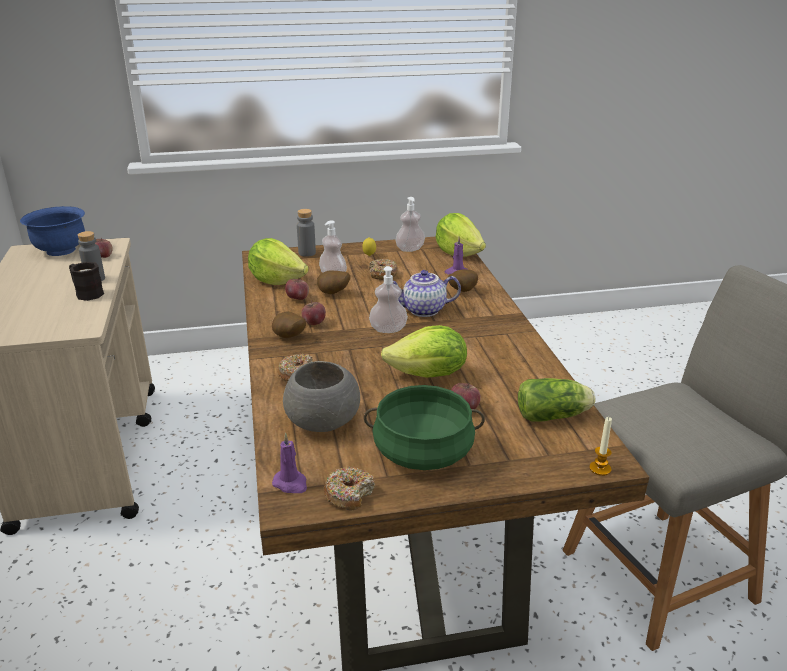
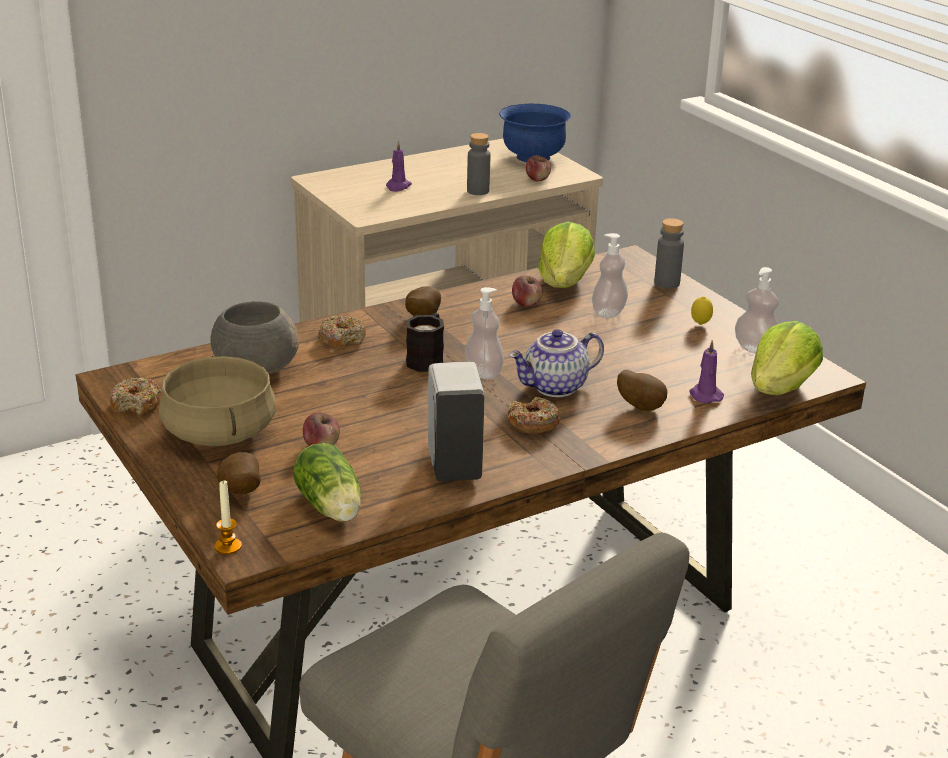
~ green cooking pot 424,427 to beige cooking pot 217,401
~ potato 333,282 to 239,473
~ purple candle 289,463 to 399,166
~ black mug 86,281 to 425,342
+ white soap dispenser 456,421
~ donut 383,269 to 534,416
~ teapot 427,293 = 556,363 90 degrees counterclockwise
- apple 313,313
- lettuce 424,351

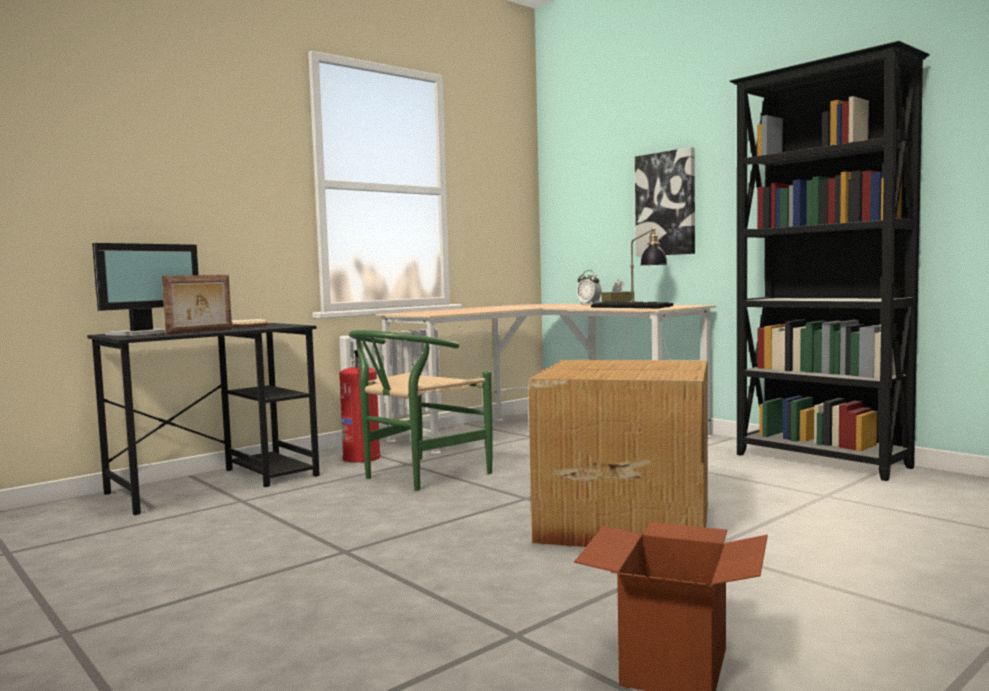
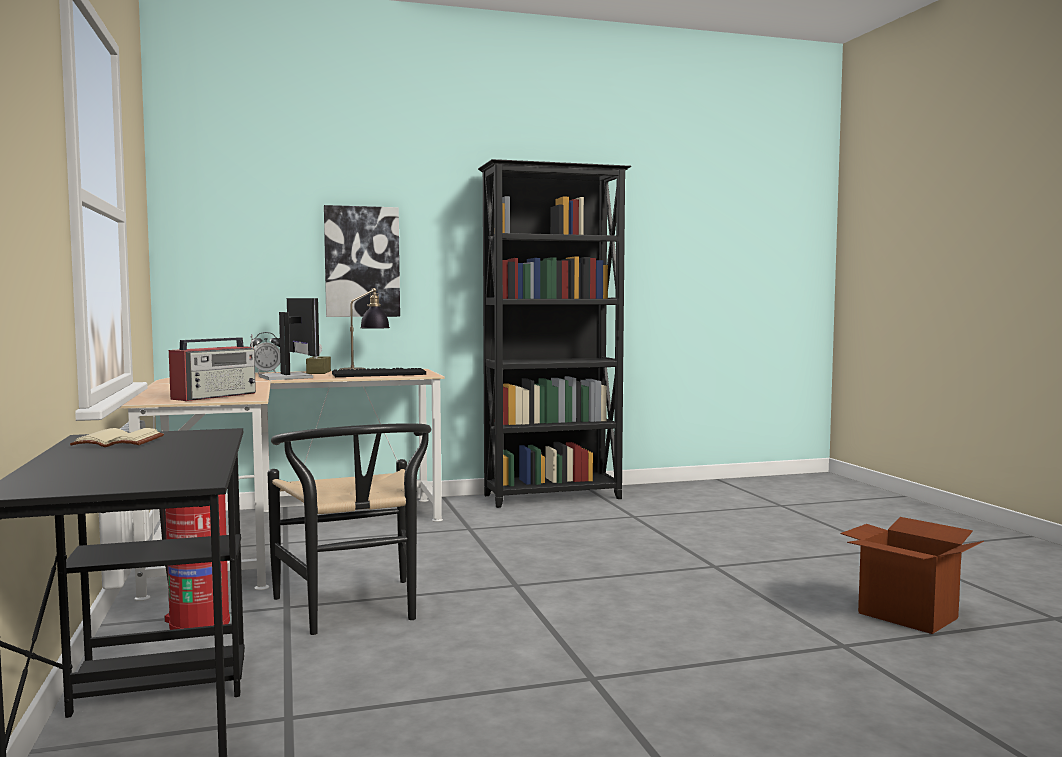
+ radio 212,367
~ monitor 145,289 to 288,339
~ green chair 421,410 to black chair 349,529
- picture frame 197,305
- cardboard box 618,453

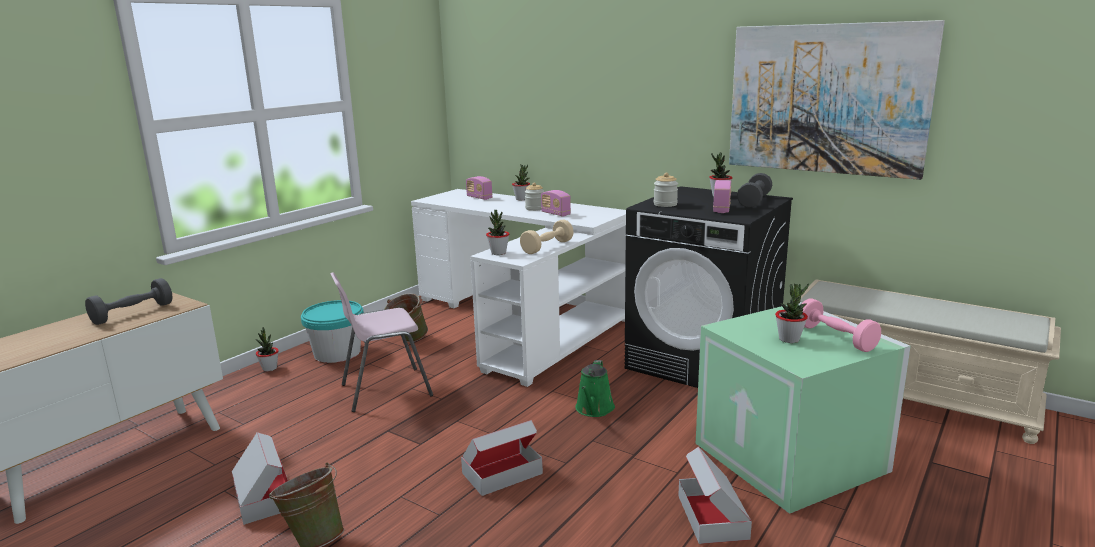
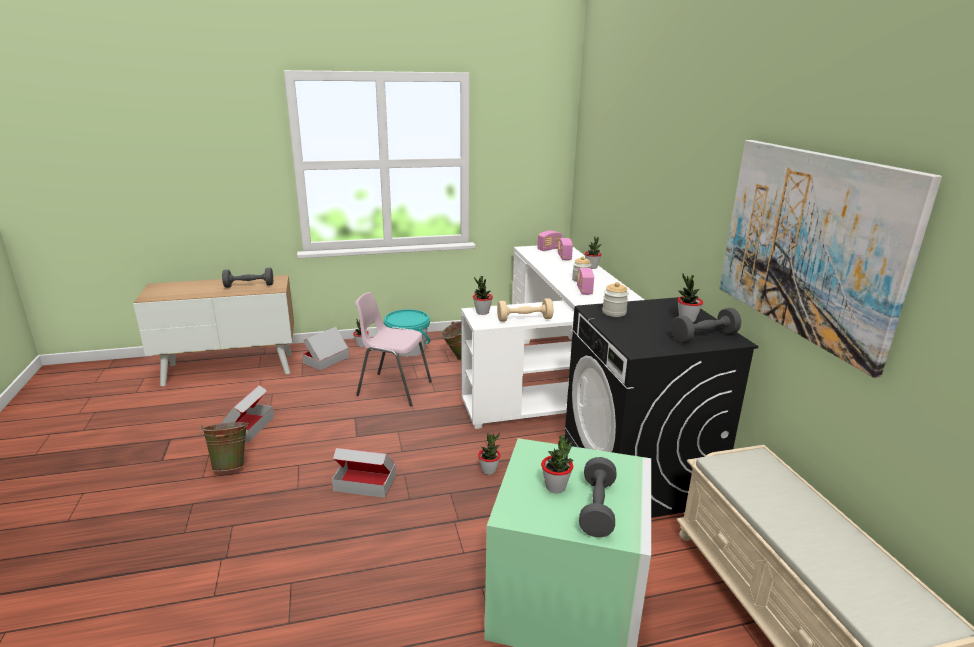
~ cardboard box 715,495 to 326,349
~ green watering can 595,388 to potted plant 489,454
~ radio 722,196 to 549,241
~ pink dumbbell 841,325 to grey dumbbell 597,497

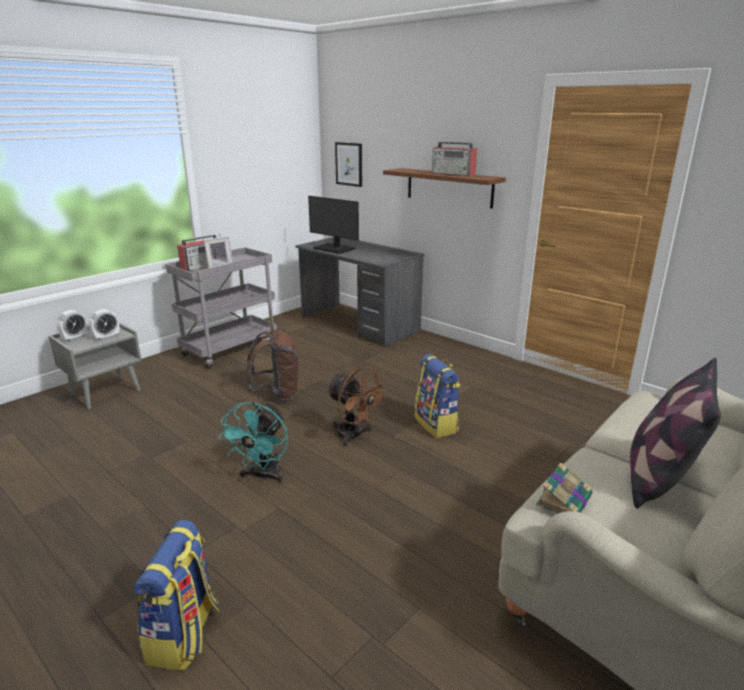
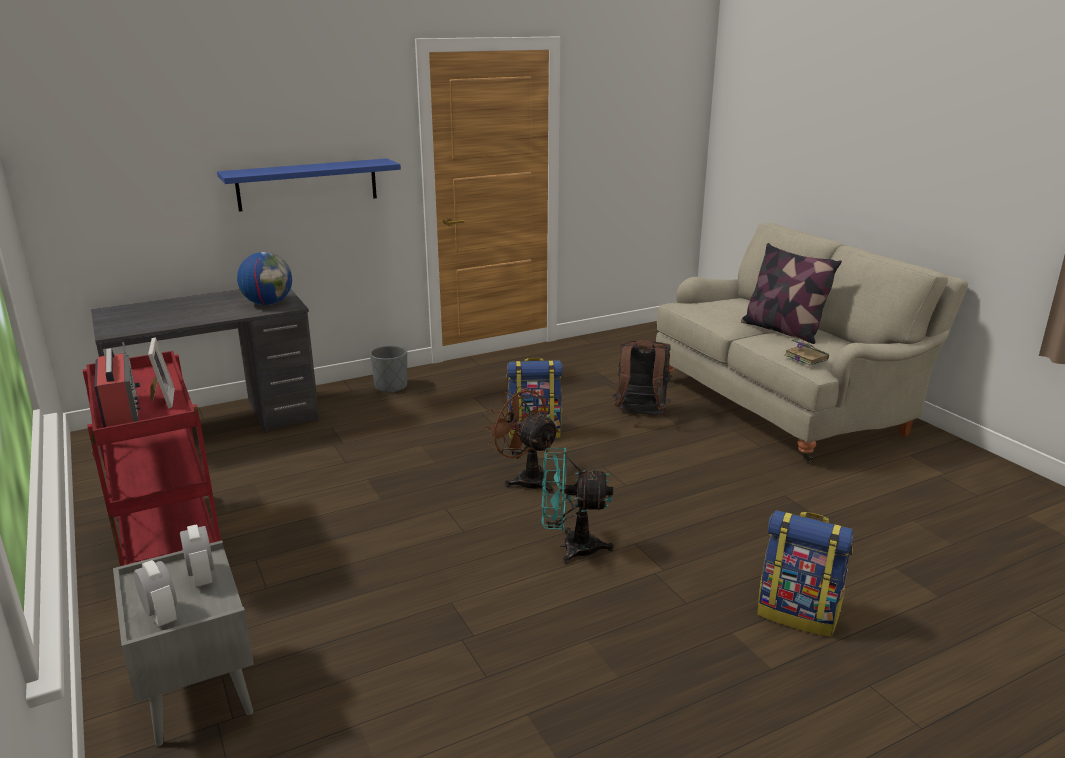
~ grey cart 221,308 to red cart 152,458
~ brown shelf 444,188 to blue shelf 309,185
+ globe 264,278
+ grey planter 388,369
~ brown fan 357,406 = 521,440 105 degrees counterclockwise
~ turquoise fan 253,442 = 577,506 150 degrees clockwise
~ brown backpack 273,366 to 641,377
- monitor 333,225
- picture 348,164
- radio 454,158

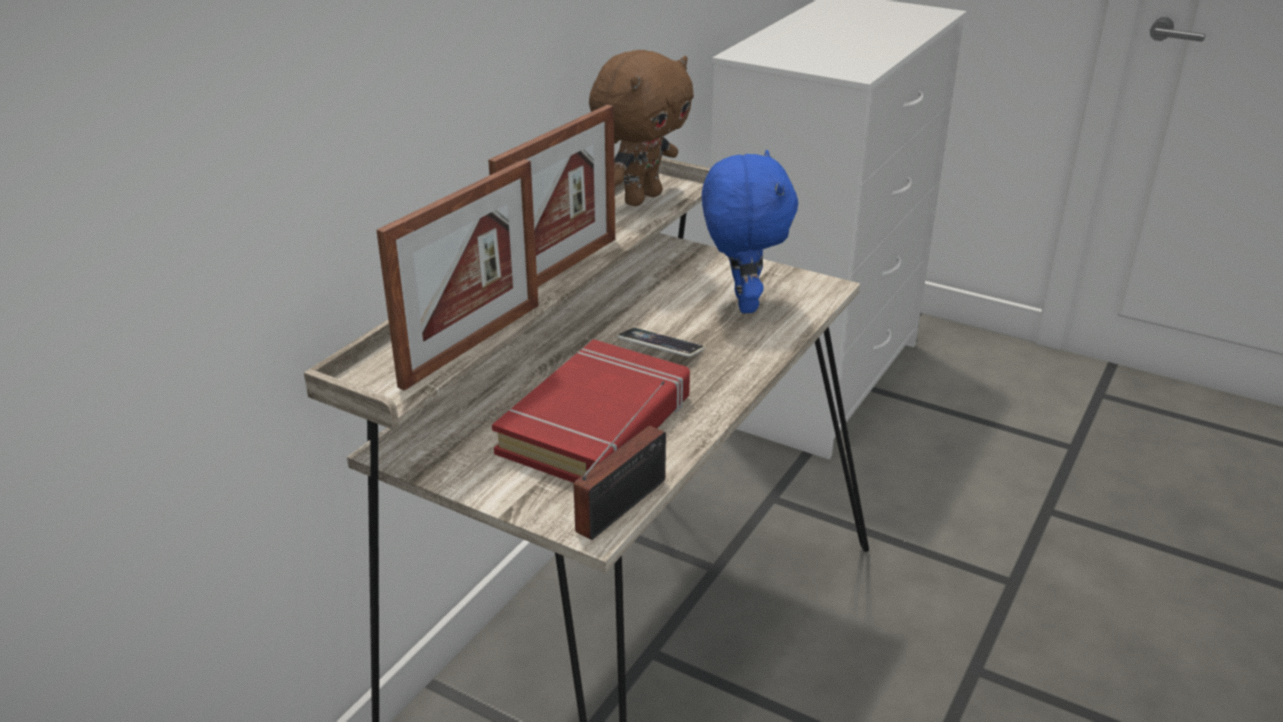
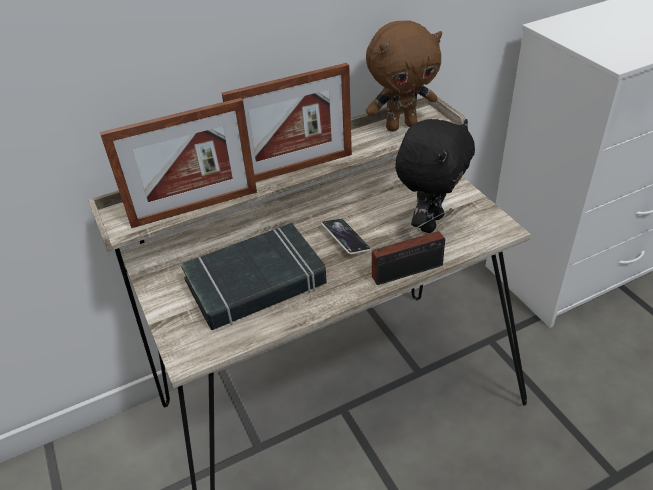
~ red book 591,411 to black book 254,276
~ radio 619,460 to 412,246
~ blue plush toy 750,231 to black plush toy 435,176

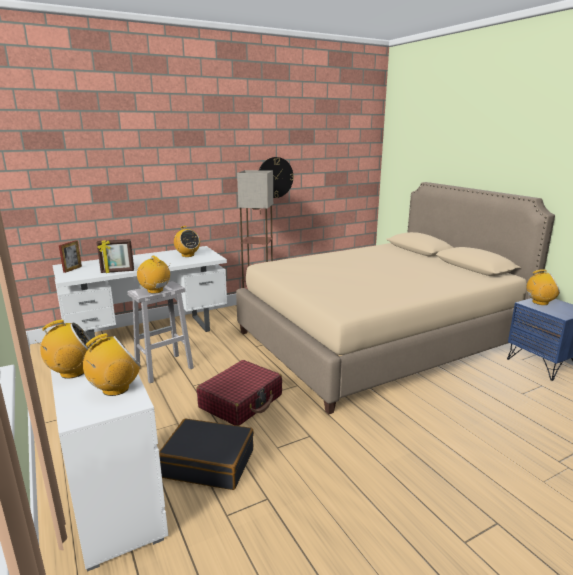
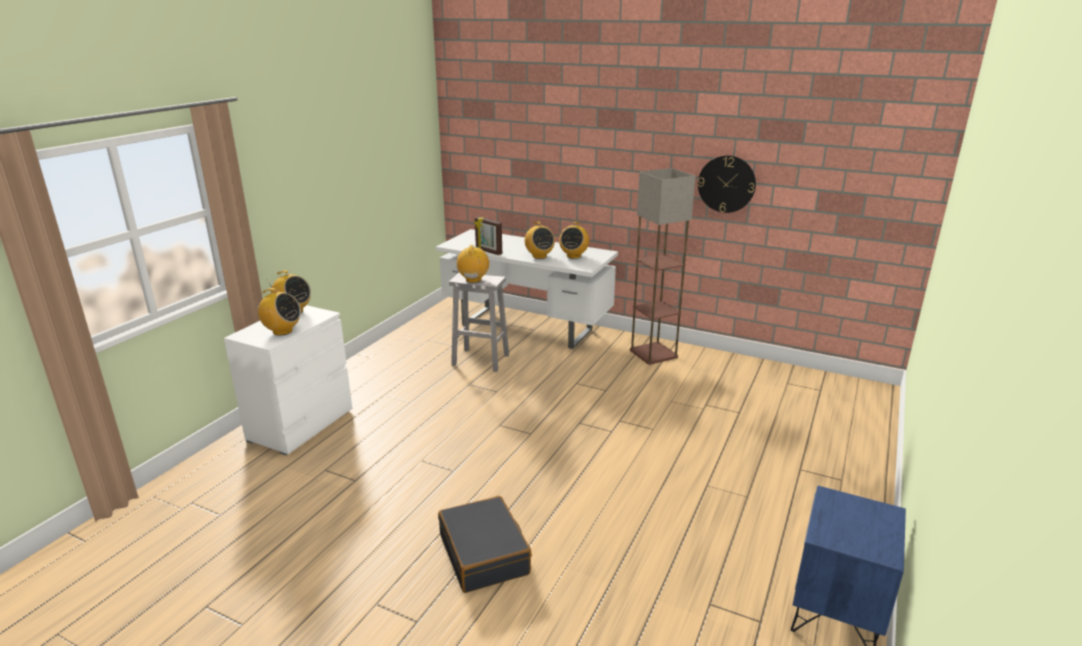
~ black suitcase 206,454 to 485,544
~ radio 543,287 to 540,240
- picture frame 70,256
- red suitcase 239,393
- beige bed 395,298

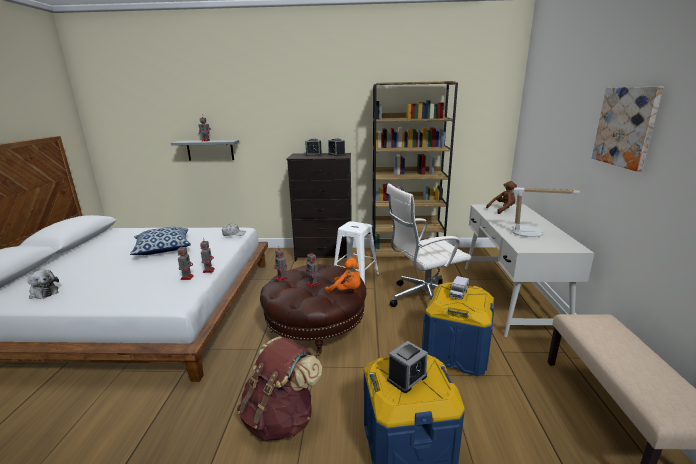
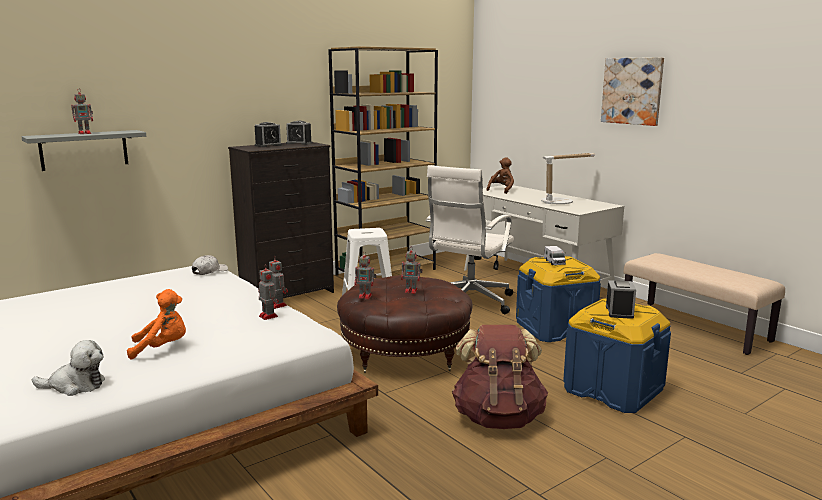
~ orange plush toy 343,276 to 156,324
- pillow 160,241

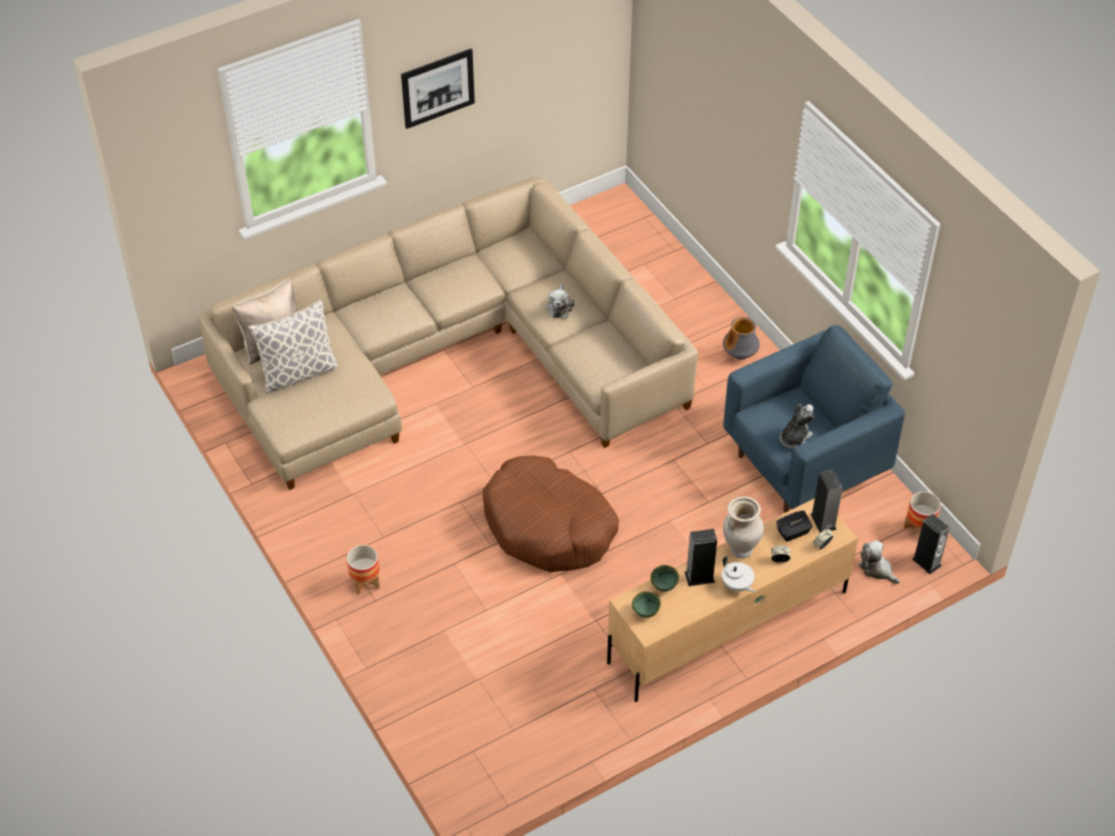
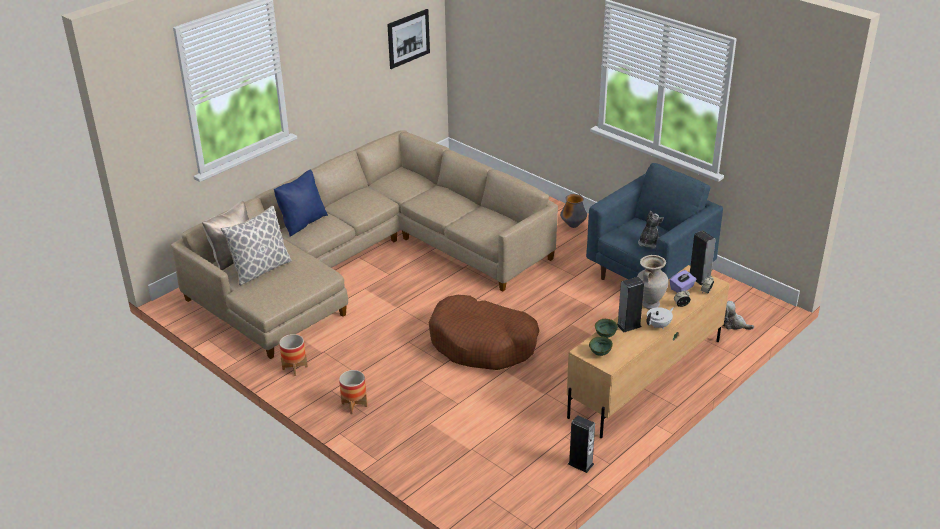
+ blue pillow 301,203
~ planter 922,515 to 293,355
~ picture 438,89 to 408,39
~ speaker 931,544 to 581,444
~ white teapot 738,574 = 660,318 75 degrees counterclockwise
~ black tissue box 794,526 to purple tissue box 683,281
- plush toy 560,301

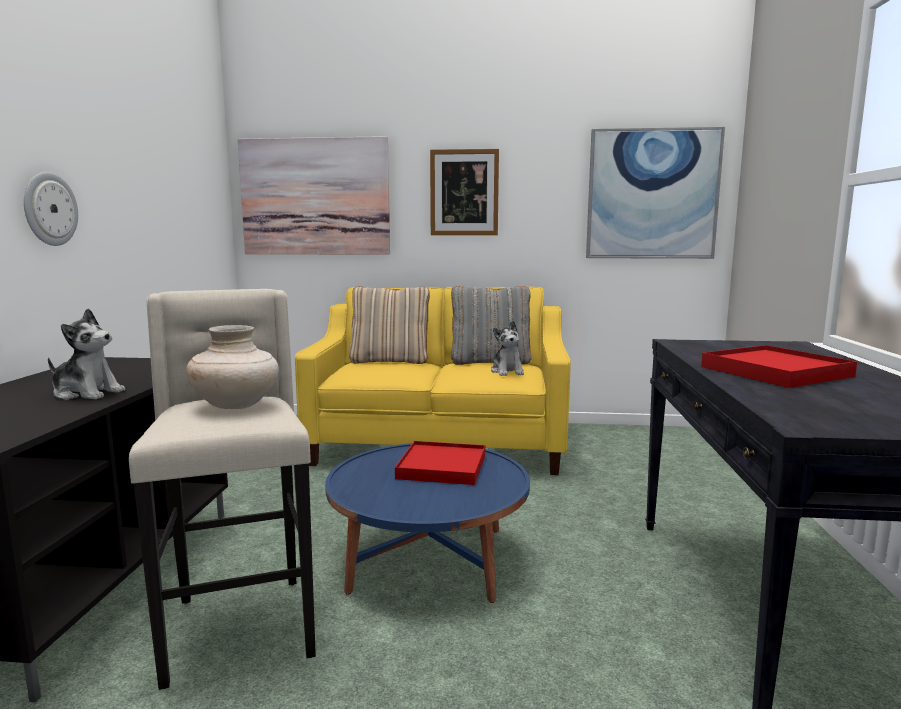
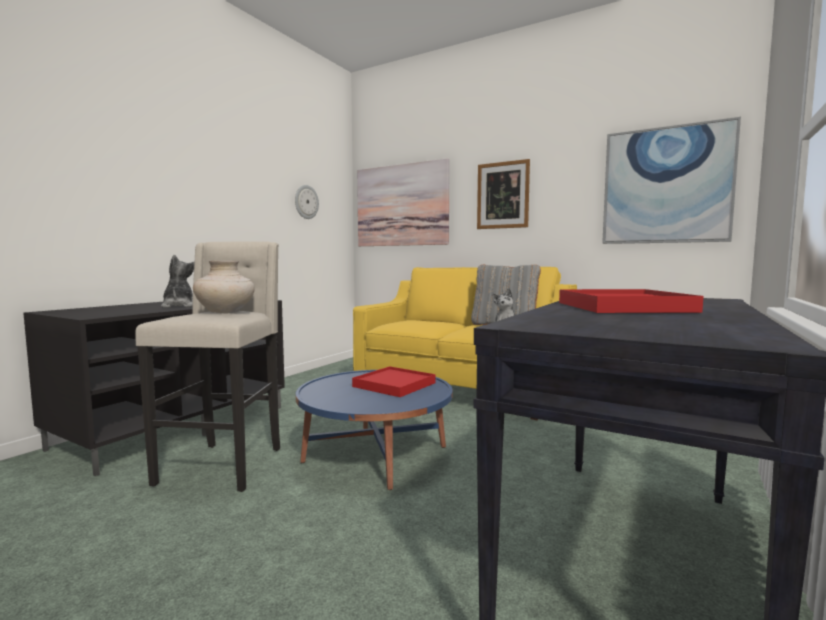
~ plush toy 86,354 = 178,281 150 degrees counterclockwise
~ wall clock 51,209 to 307,202
- beige pillow 389,325

